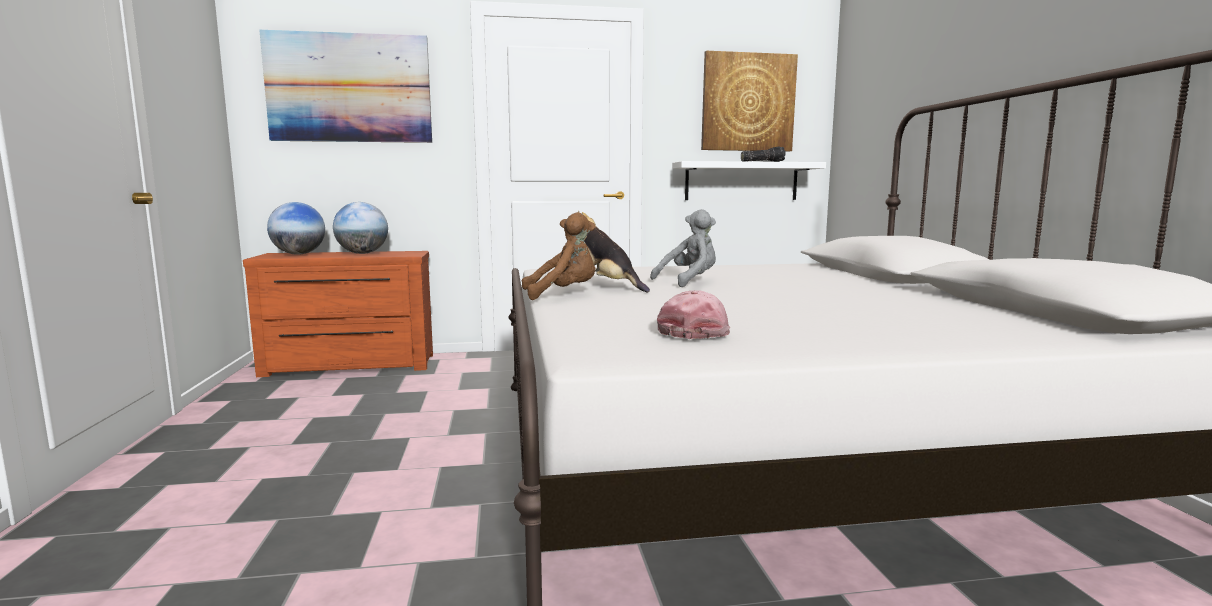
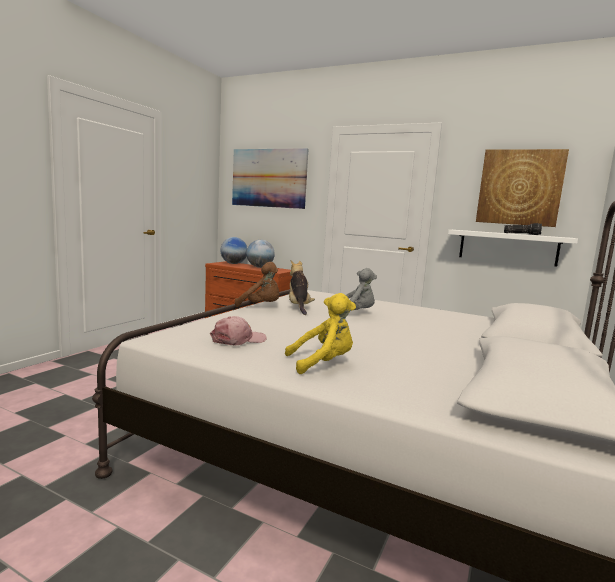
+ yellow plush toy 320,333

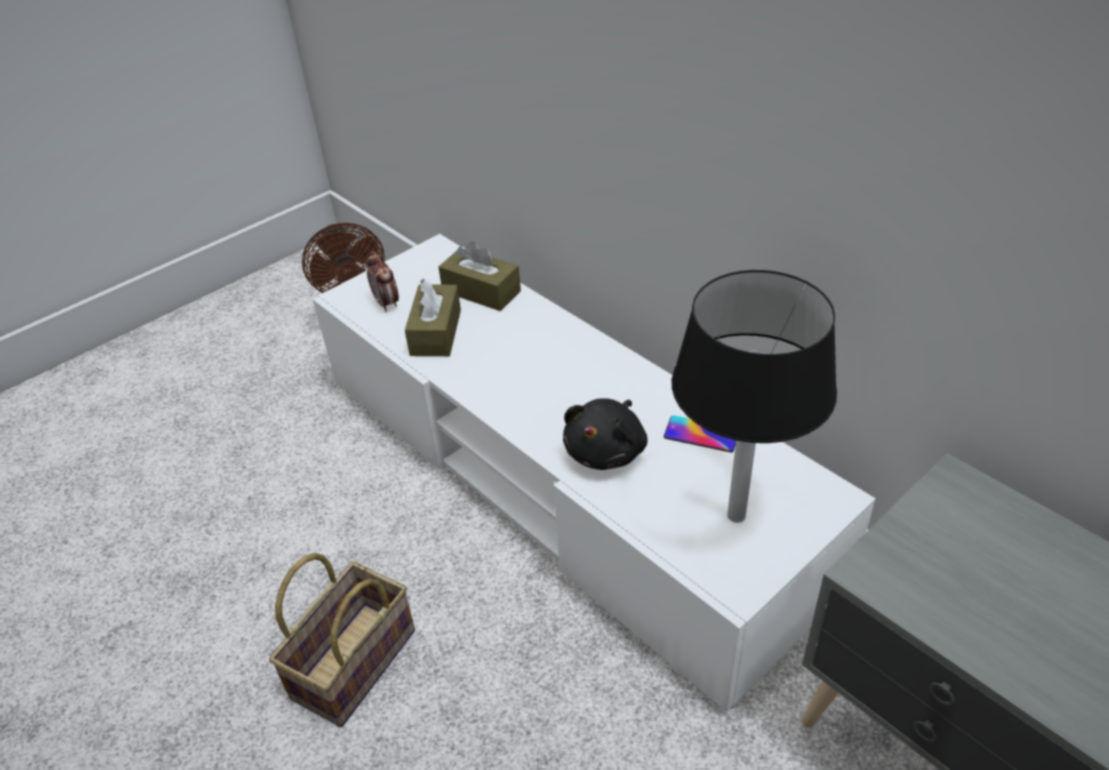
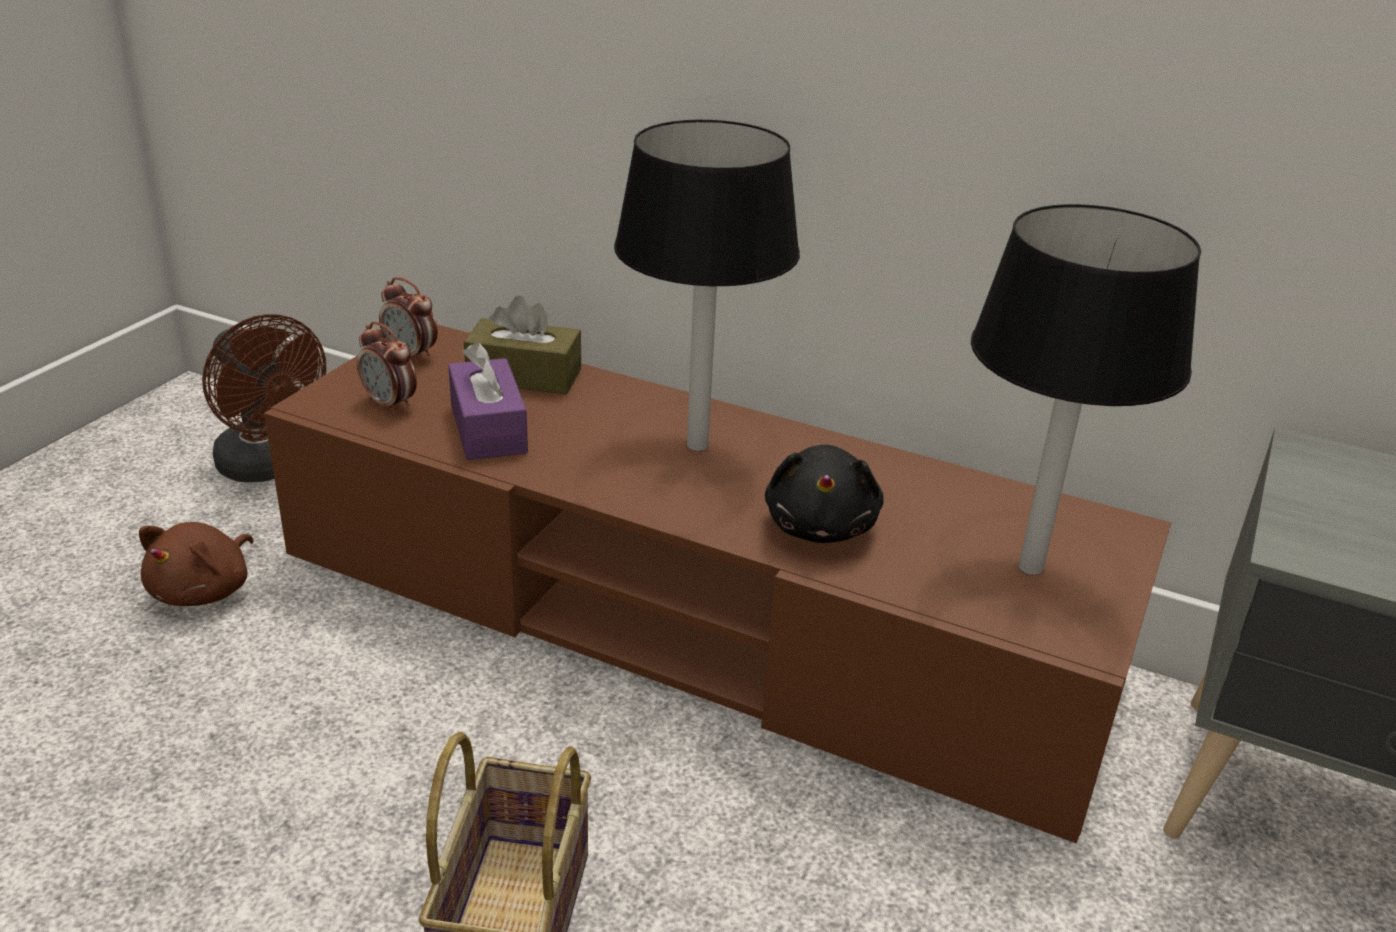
+ brown plush toy 196,564
~ white tv stand 594,473 to brown tv stand 717,583
+ alarm clock 408,320
~ brown tissue box 433,317 to purple tissue box 488,401
+ black table lamp 707,285
- phone 700,433

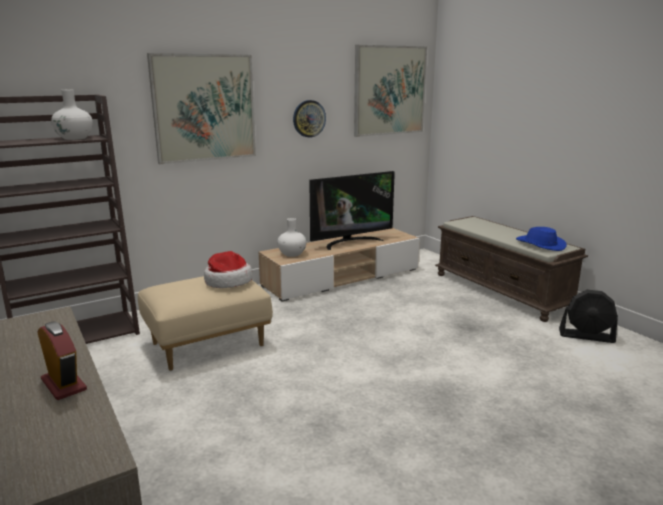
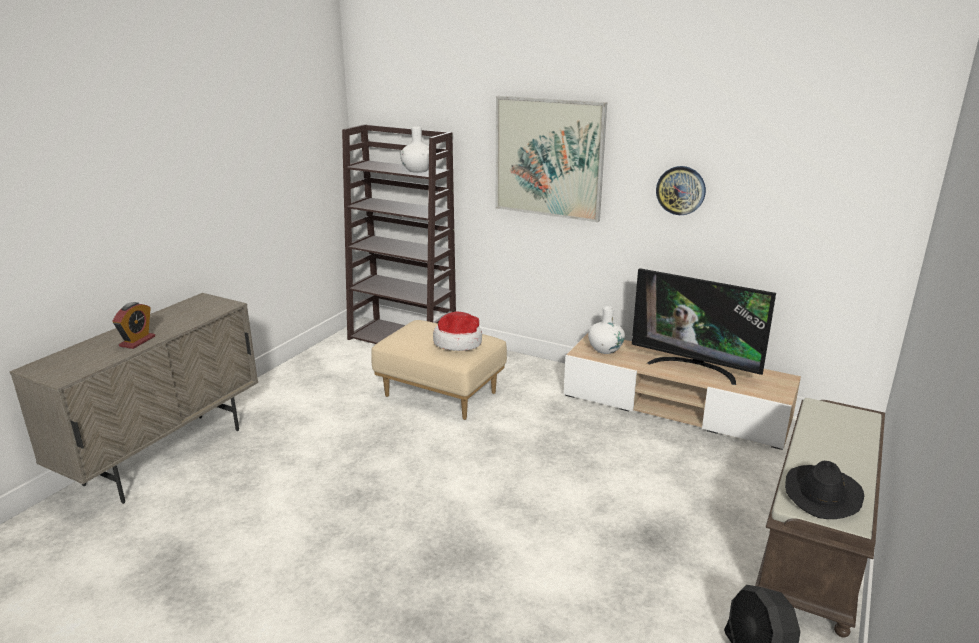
~ blue hat 541,239 to black hat 824,490
- picture 390,91

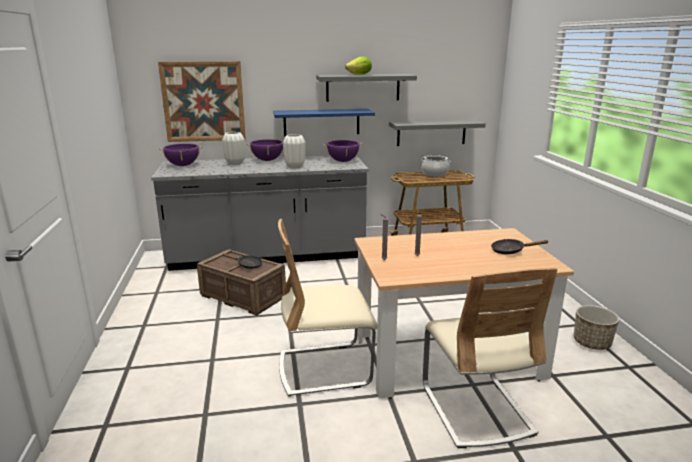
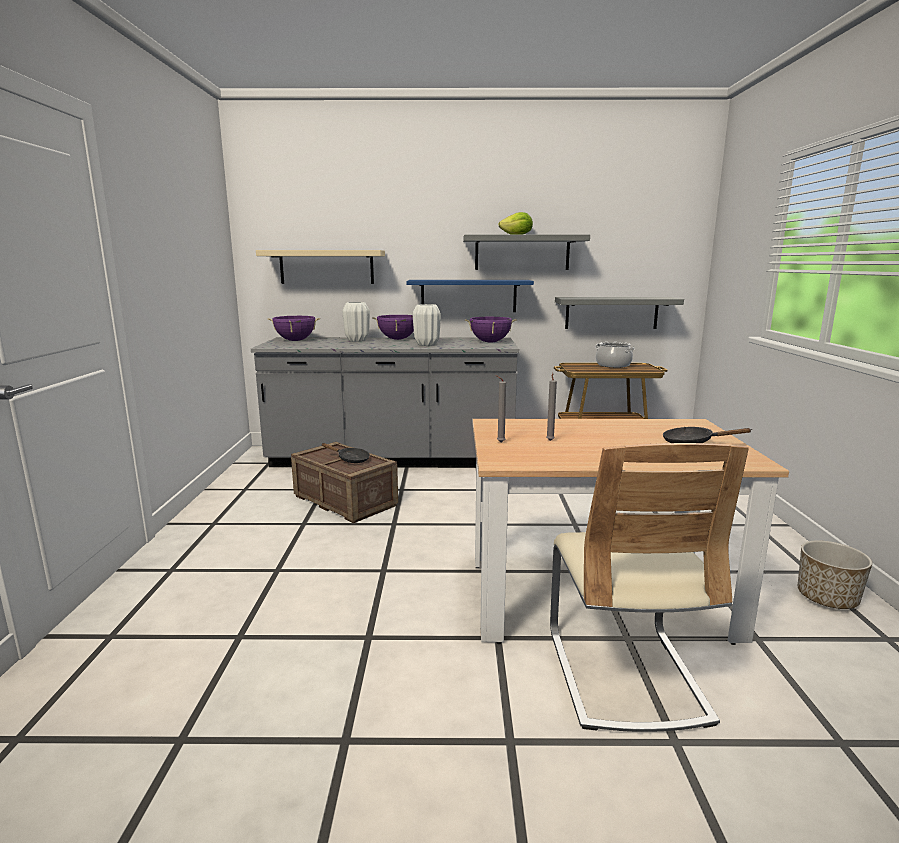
~ picture 202,101 to beige shelf 320,267
- beige chair 327,308

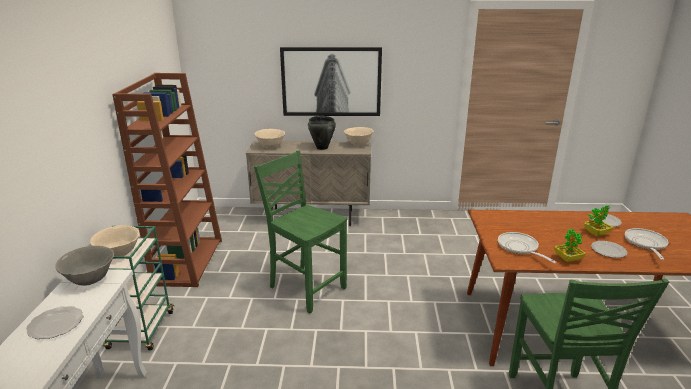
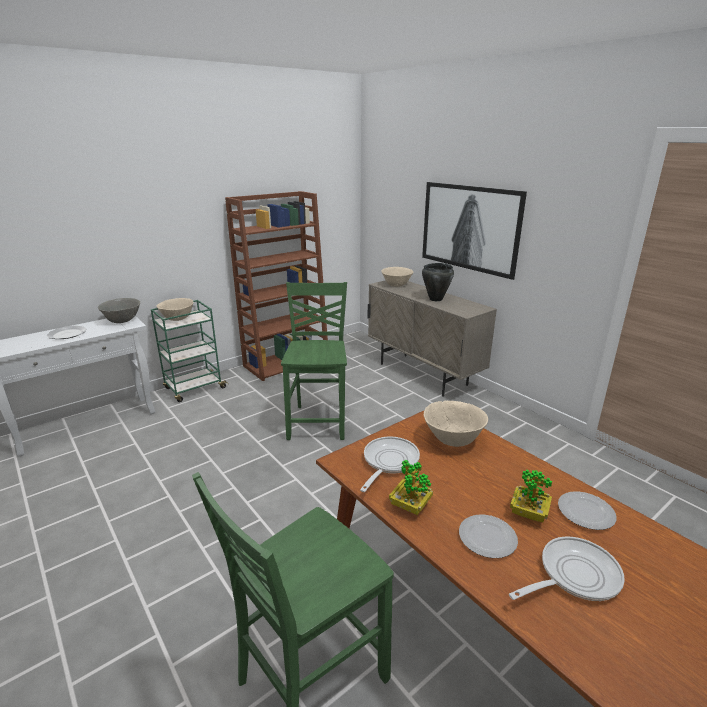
~ beige bowl 359,136 to 456,424

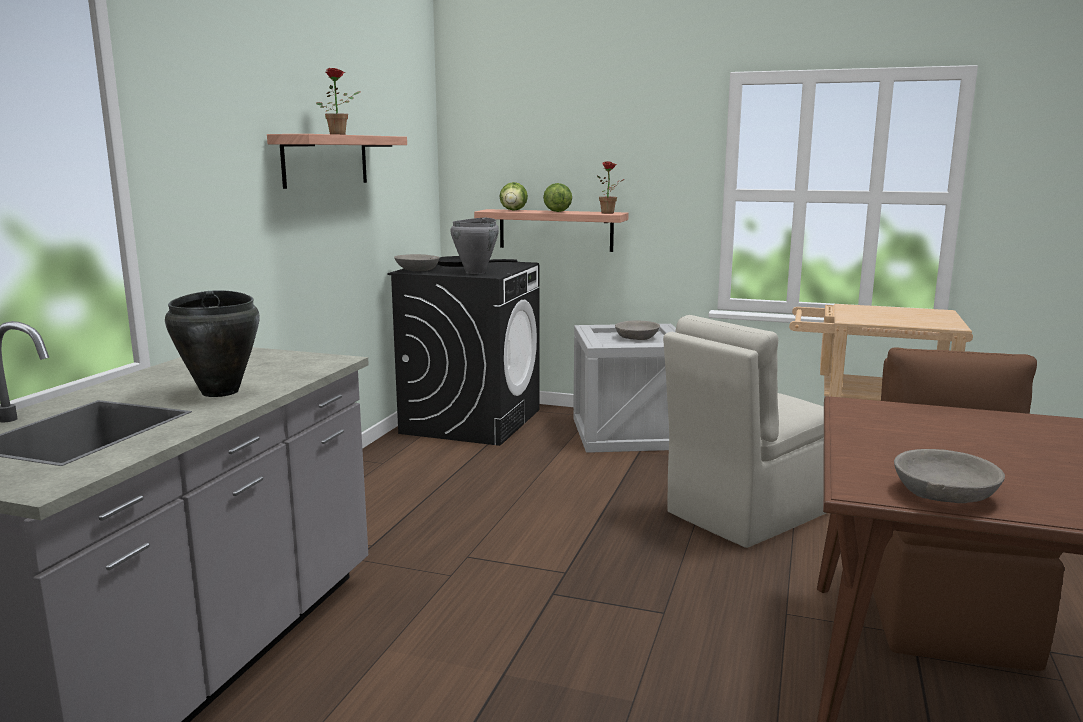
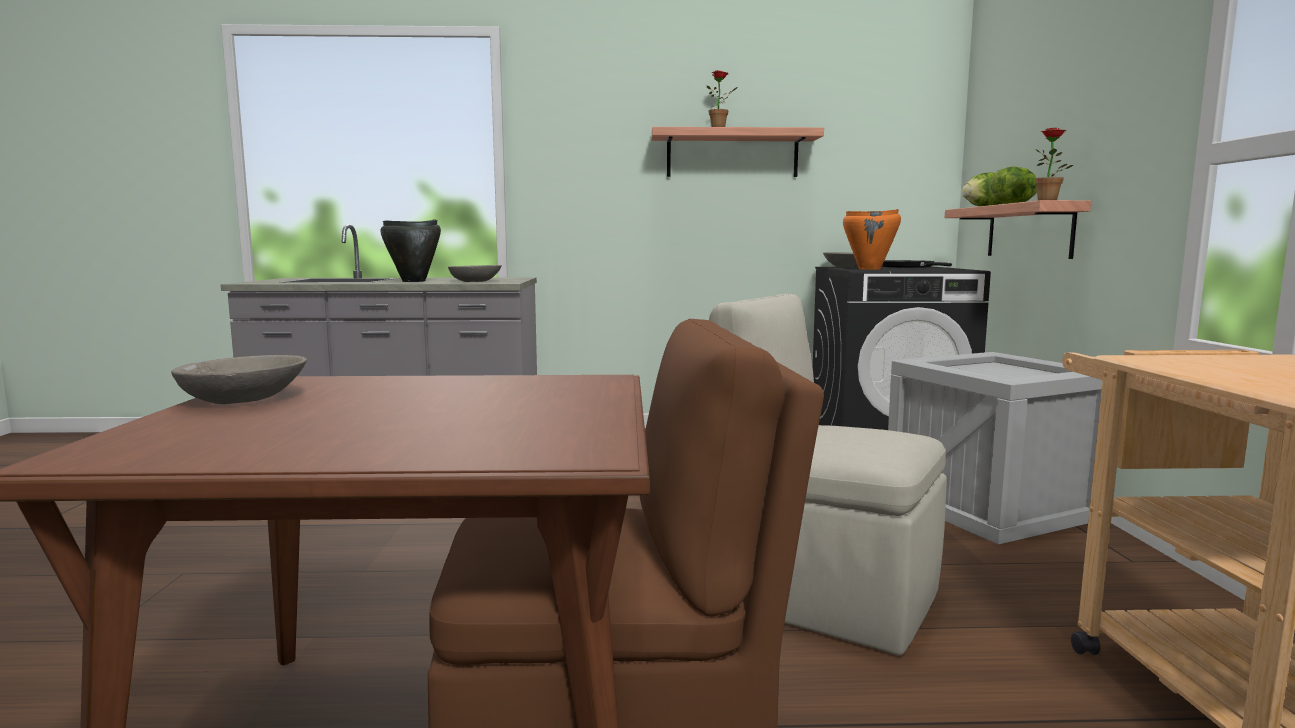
~ grey bowl 637,330 to 475,273
~ grey cooking pot 475,245 to orange cooking pot 872,239

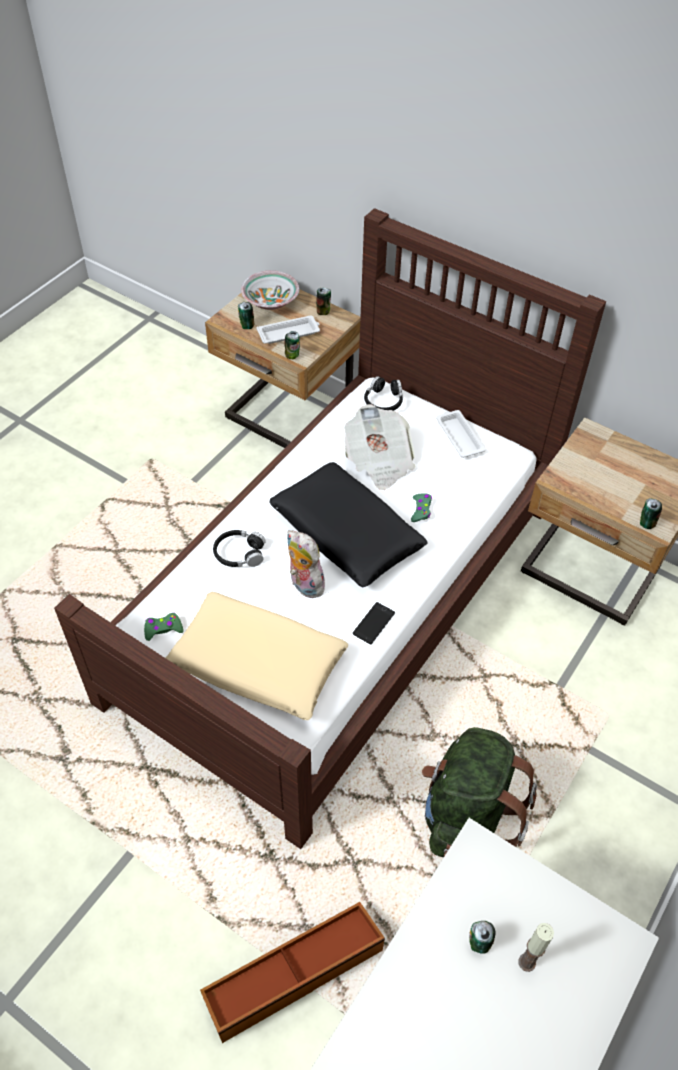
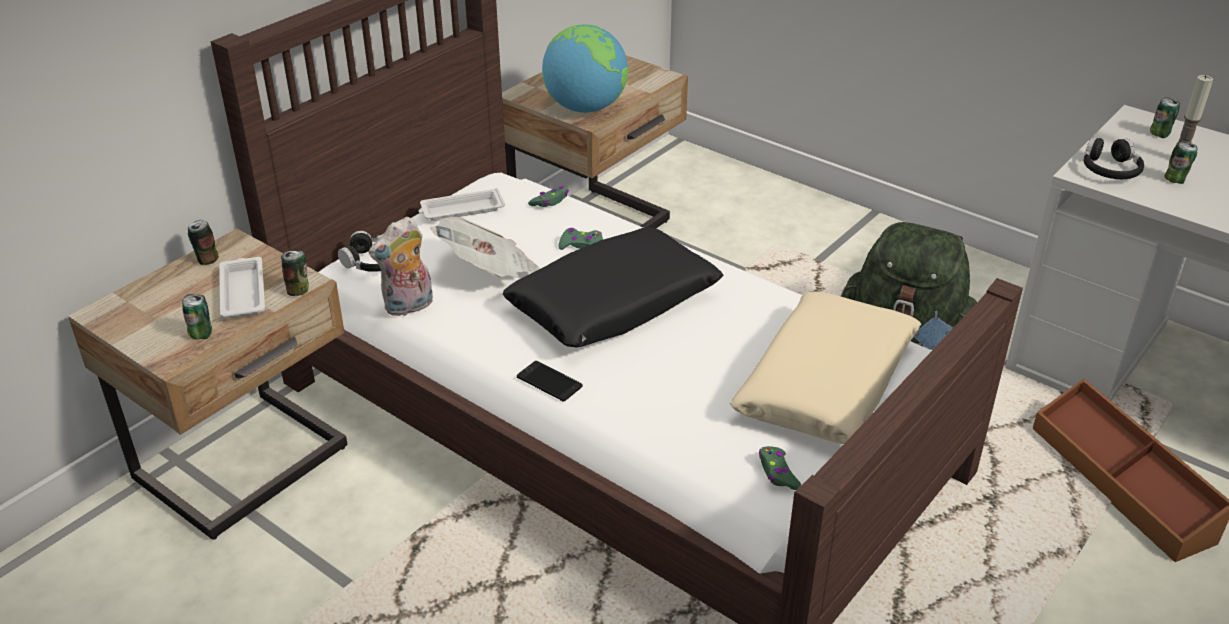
~ plush toy 306,564 to 400,266
~ phone 374,623 to 549,381
+ green game controller 548,196
+ globe 585,68
~ black headphones 239,548 to 1113,158
~ can 651,513 to 1165,118
- bowl 270,290

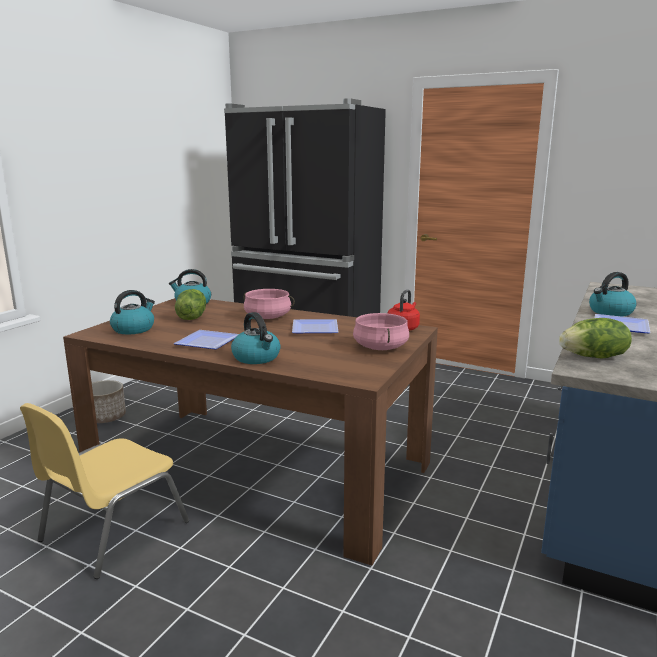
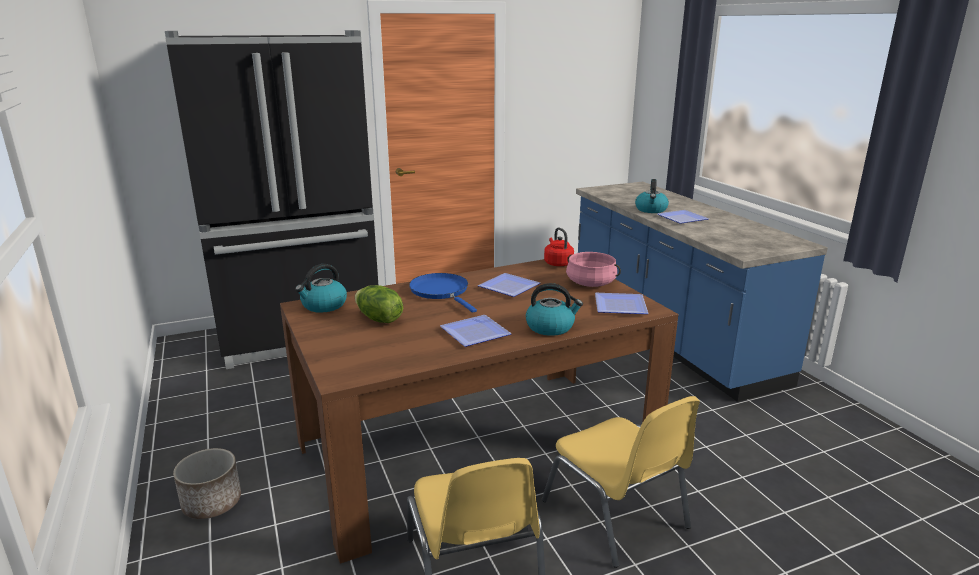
~ pink cooking pot 269,304 to blue frying pan 443,293
+ yellow chair 621,482
+ plate 622,303
- kettle 132,312
- lettuce 595,338

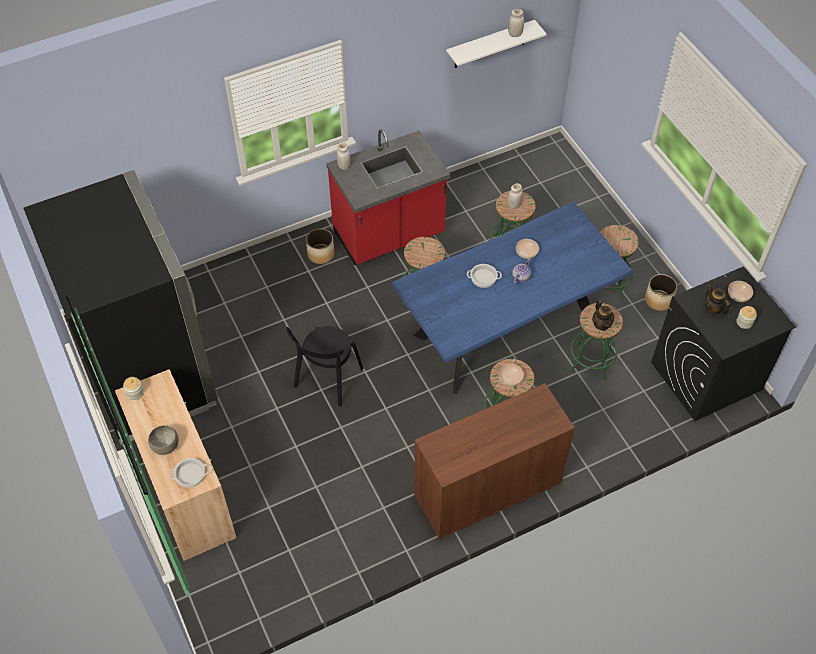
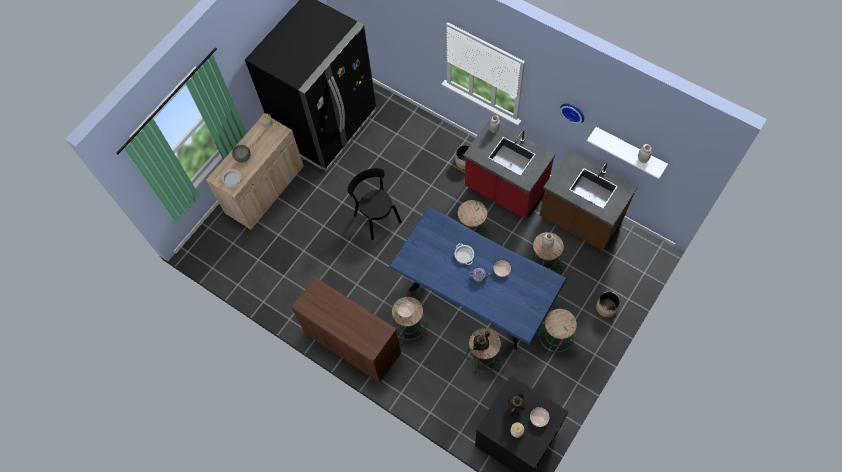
~ black chair 325,366 = 374,204 60 degrees clockwise
+ brown counter 589,200
+ wall clock 572,113
~ planter 661,292 to 608,304

